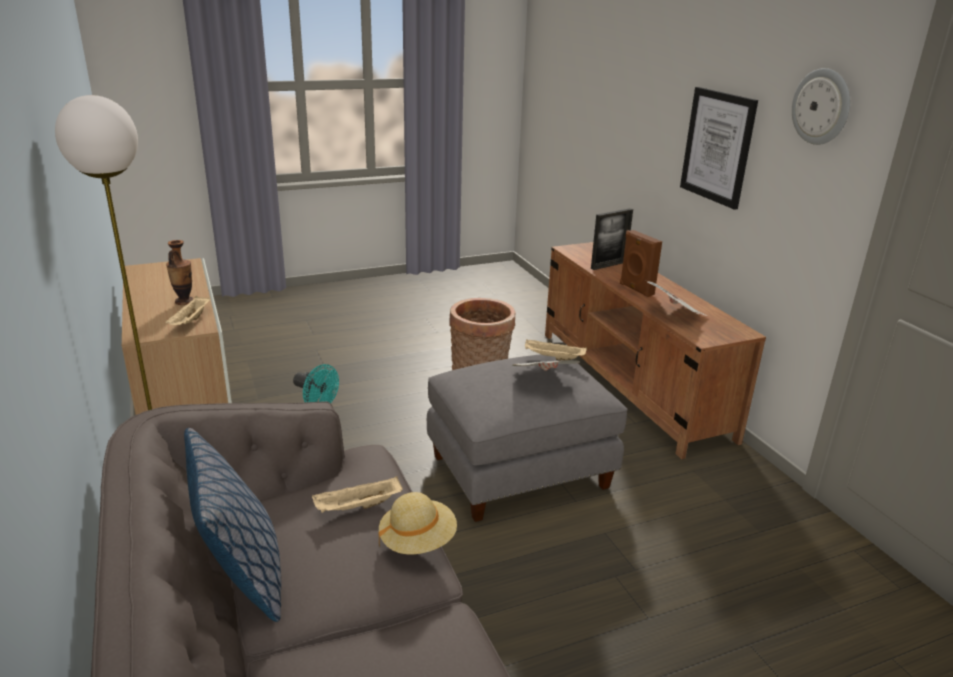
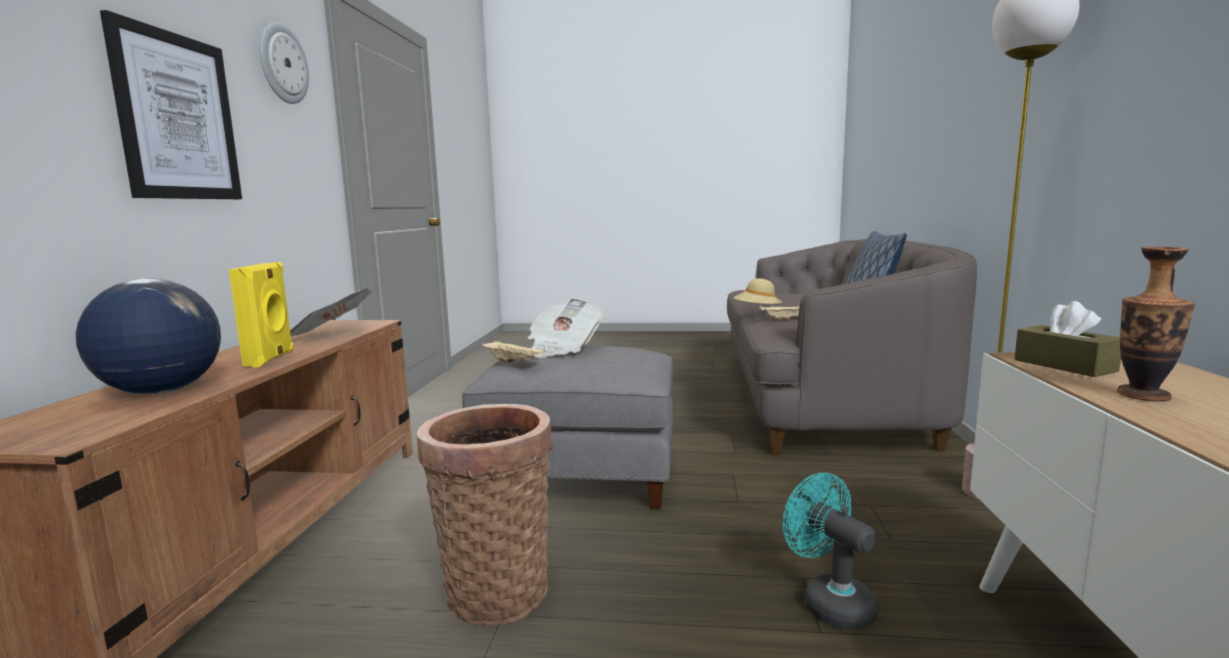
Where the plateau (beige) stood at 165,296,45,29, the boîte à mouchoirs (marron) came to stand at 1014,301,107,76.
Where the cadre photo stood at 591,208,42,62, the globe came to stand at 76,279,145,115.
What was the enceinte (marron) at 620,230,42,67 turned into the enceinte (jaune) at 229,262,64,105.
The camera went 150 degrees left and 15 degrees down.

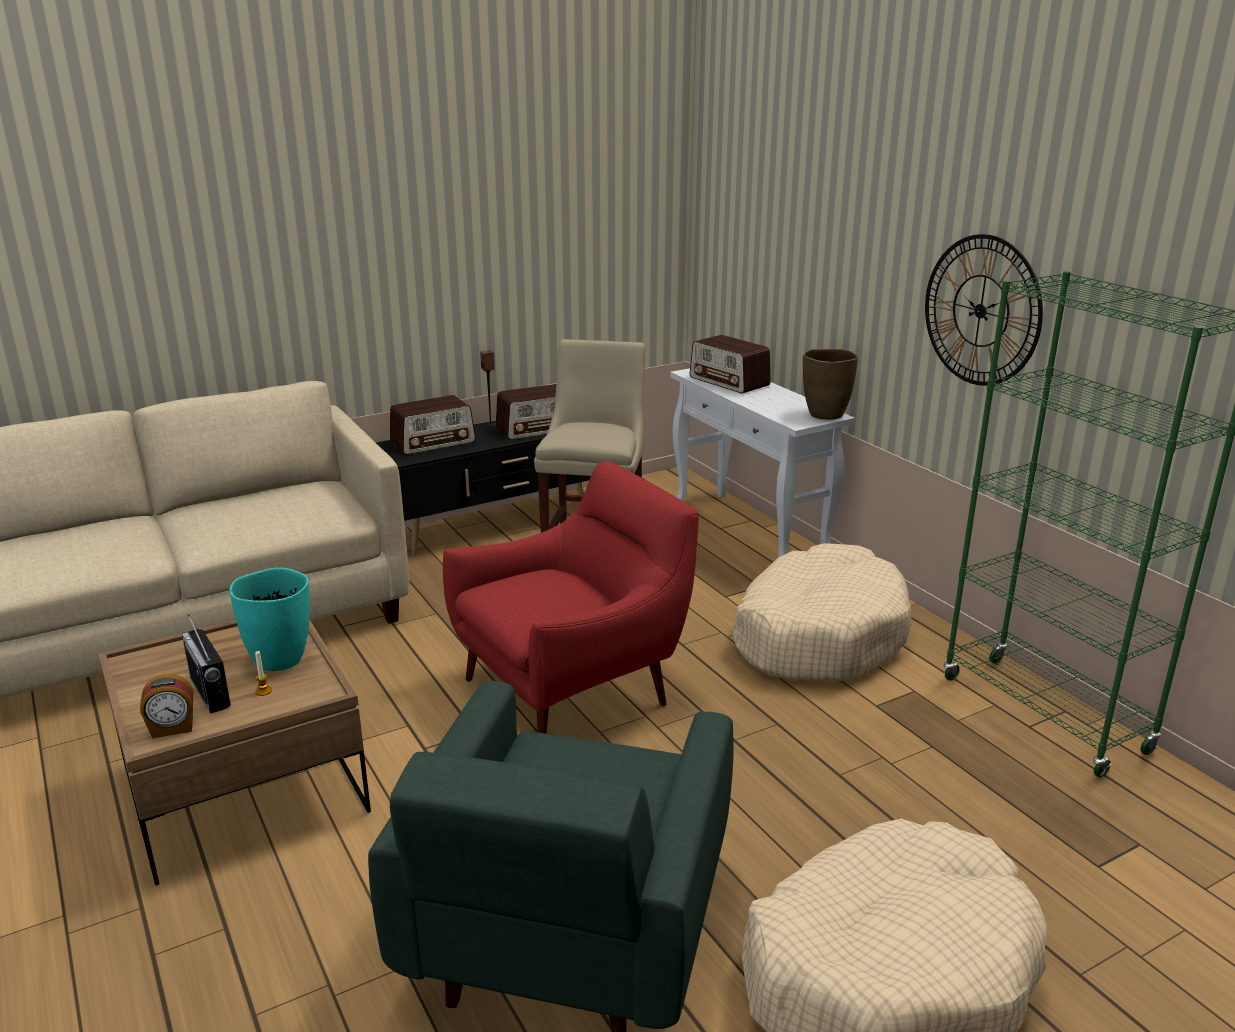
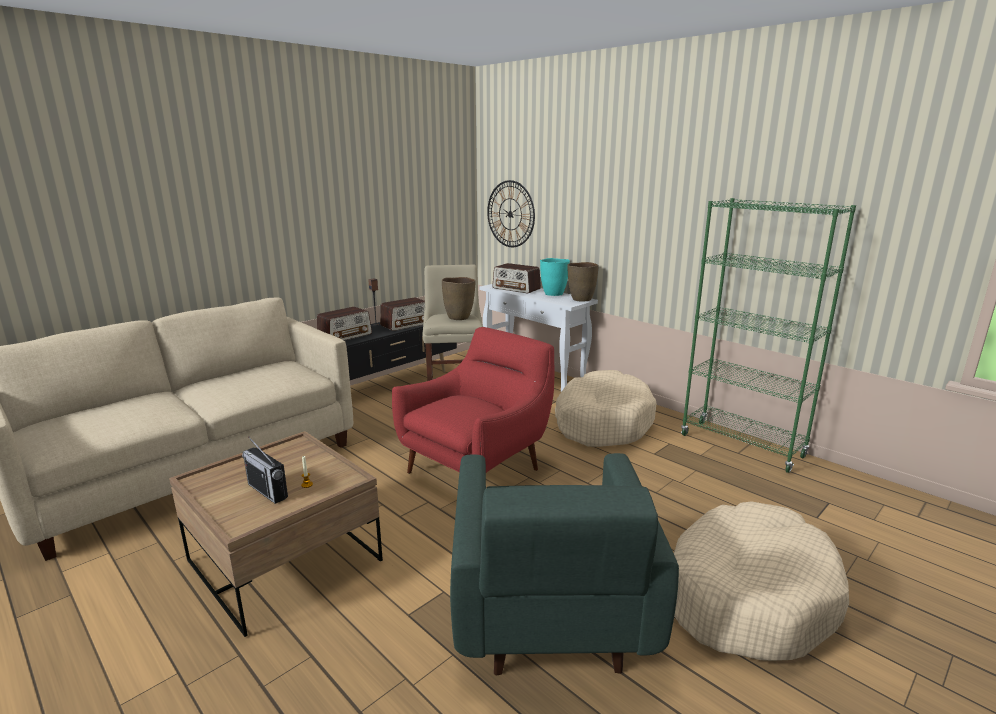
The second view lost the réveil at 140,674,53,64.
The vase (turquoise) ended up elsewhere, having gone from 229,568,81,103 to 540,258,30,38.
The horloge murale ended up elsewhere, having gone from 925,234,118,152 to 487,180,48,67.
The second view gained the vase (marron) at 442,277,34,43.
The camera went 15 degrees left and 5 degrees down.

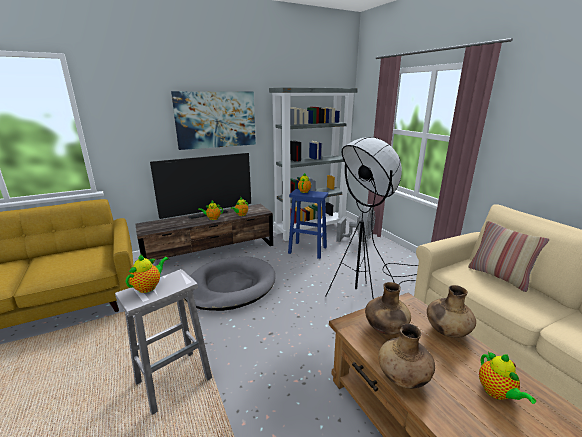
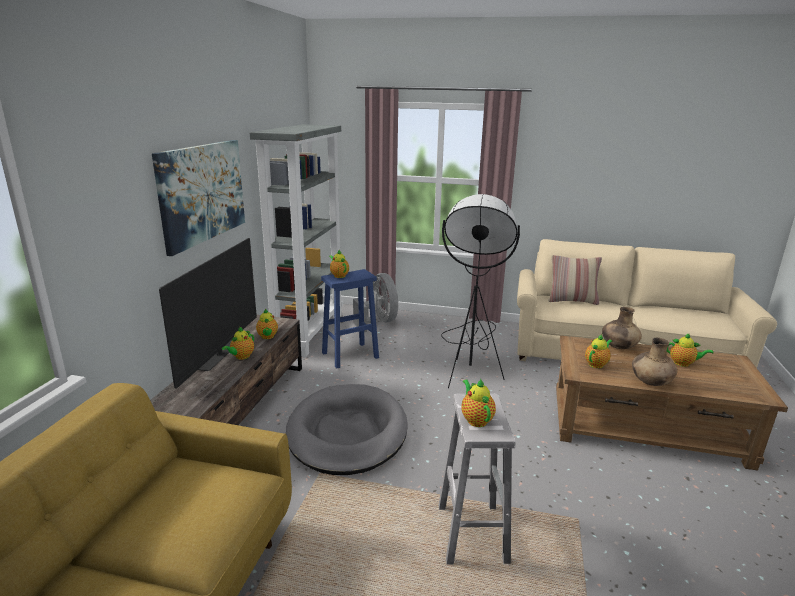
Where the vase (marron) stood at 365,282,46,53, the théière came to stand at 585,334,27,34.
The camera went 50 degrees left and 0 degrees up.

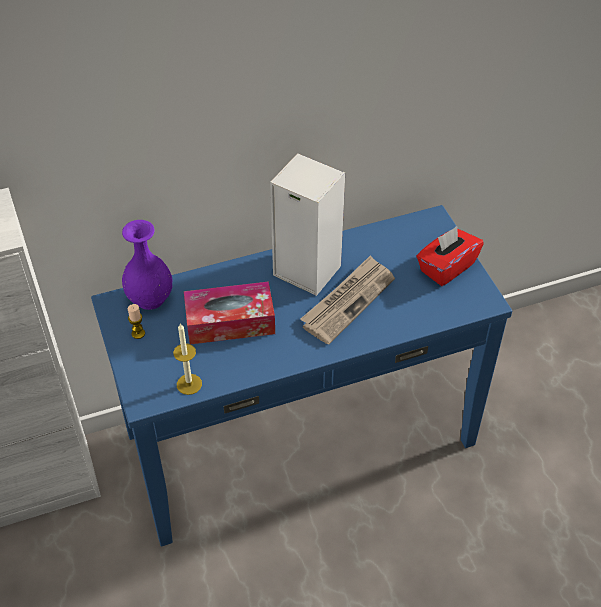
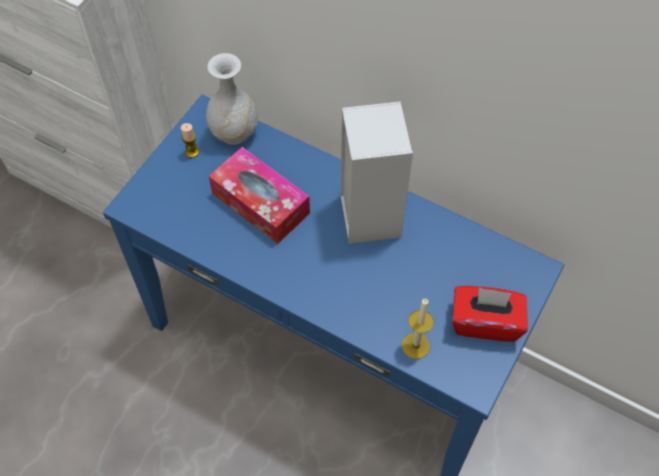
What was the vase (violet) at 122,220,51,90 turned into the vase (blanc) at 206,53,52,92.
The bougie ended up elsewhere, having gone from 173,323,29,72 to 402,298,32,61.
The second view lost the journal at 300,255,95,89.
The camera went 50 degrees right and 10 degrees up.

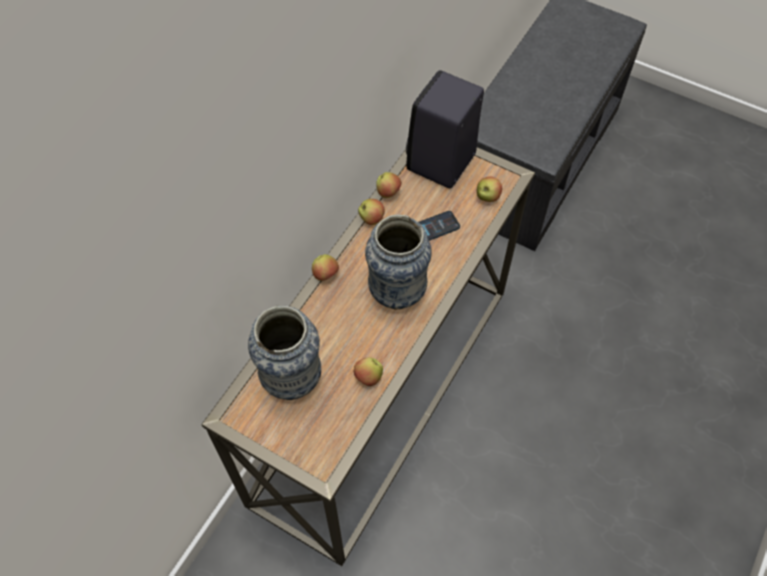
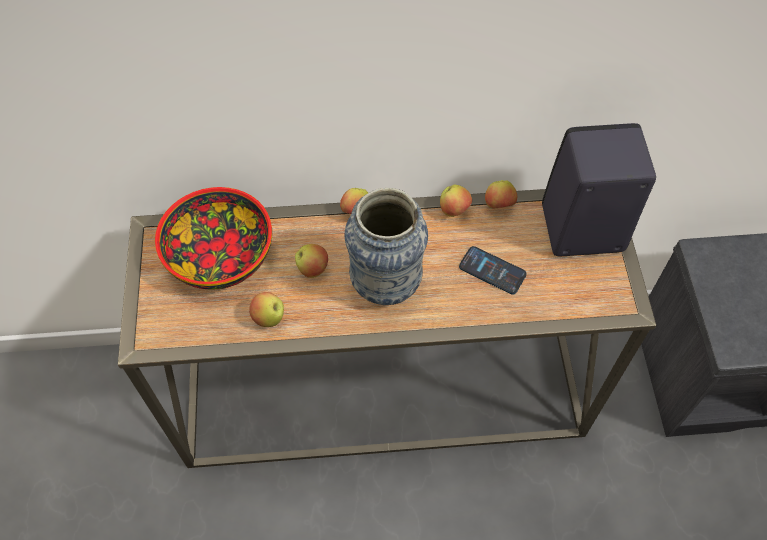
Where the vase stood at 248,306,73,94, the bol came to stand at 155,187,117,103.
The pomme ended up elsewhere, having gone from 477,176,25,26 to 295,244,33,34.
The camera went 55 degrees right and 0 degrees up.

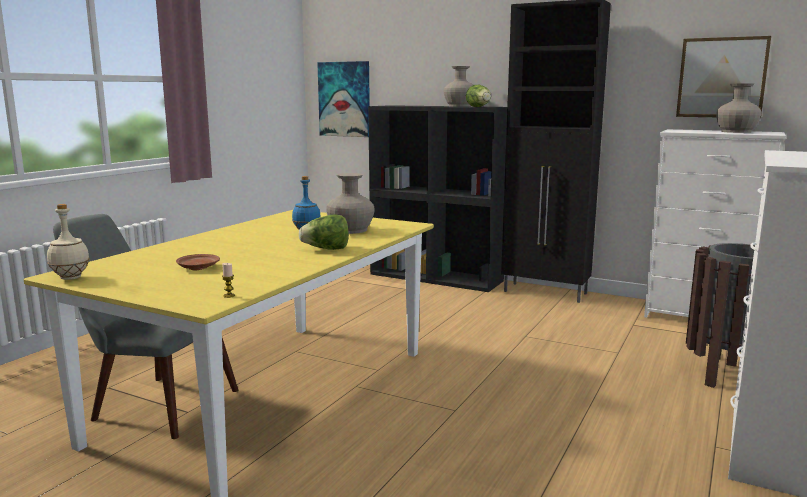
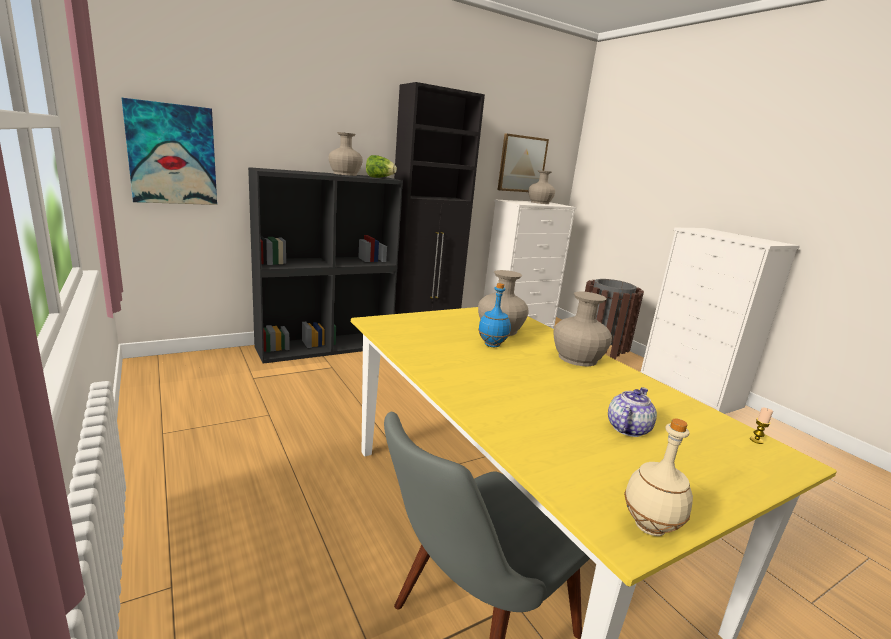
Where the assiette (marron) stood at 176,254,44,16, the théière came to stand at 608,387,49,50.
Where the laitue stood at 298,215,51,35, the vase (beige) came to stand at 554,292,58,74.
The camera went 60 degrees left and 5 degrees up.

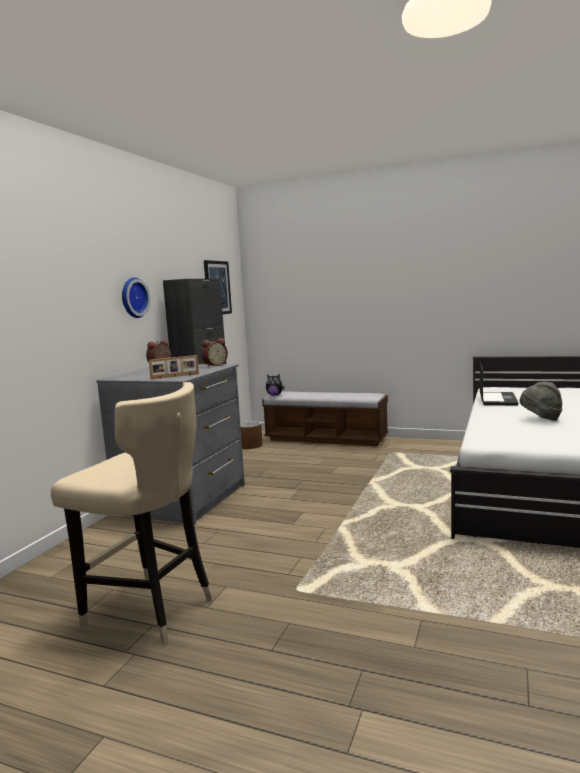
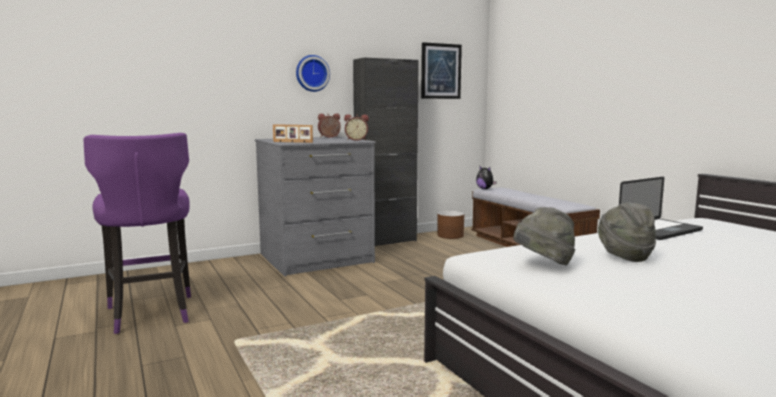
What was the tabouret (beige) at 51,382,162,263 turned into the tabouret (violet) at 83,133,108,201.
The second view gained the chapeau (gris) at 513,207,62,59.
The camera went 40 degrees right and 0 degrees up.

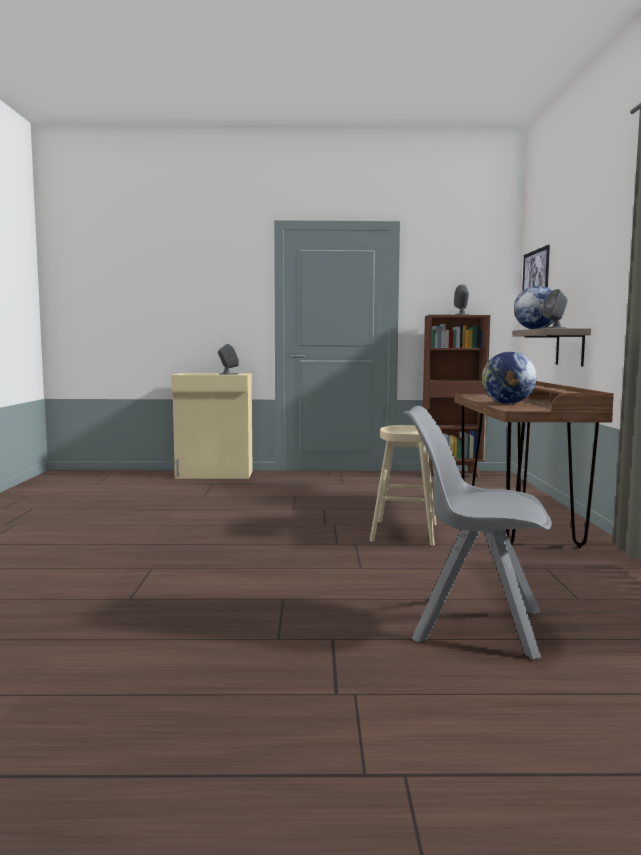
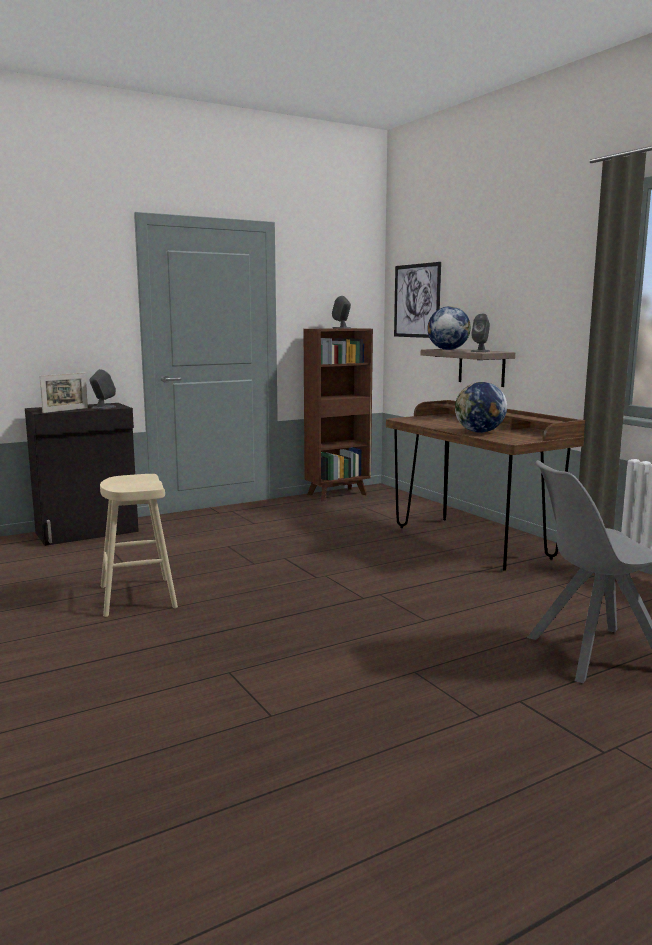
What was the meuble de rangement (beige) at 171,373,82,106 turned into the meuble de rangement (noir) at 25,403,114,143.
The tabouret (beige) ended up elsewhere, having gone from 370,425,67,121 to 100,474,78,143.
The second view gained the cadre photo at 39,373,49,40.
The camera went 30 degrees left and 5 degrees up.

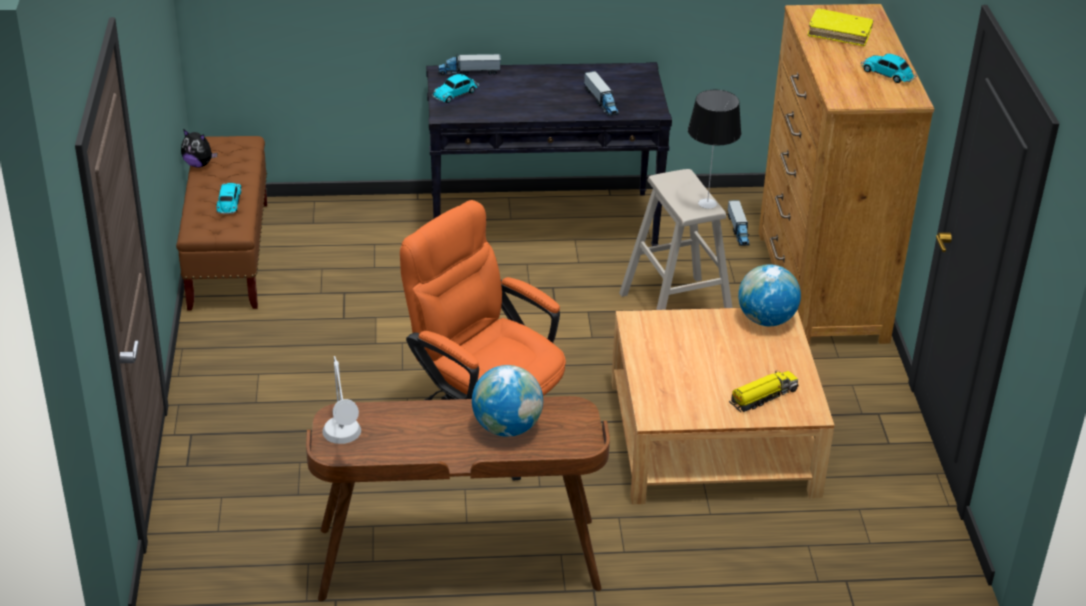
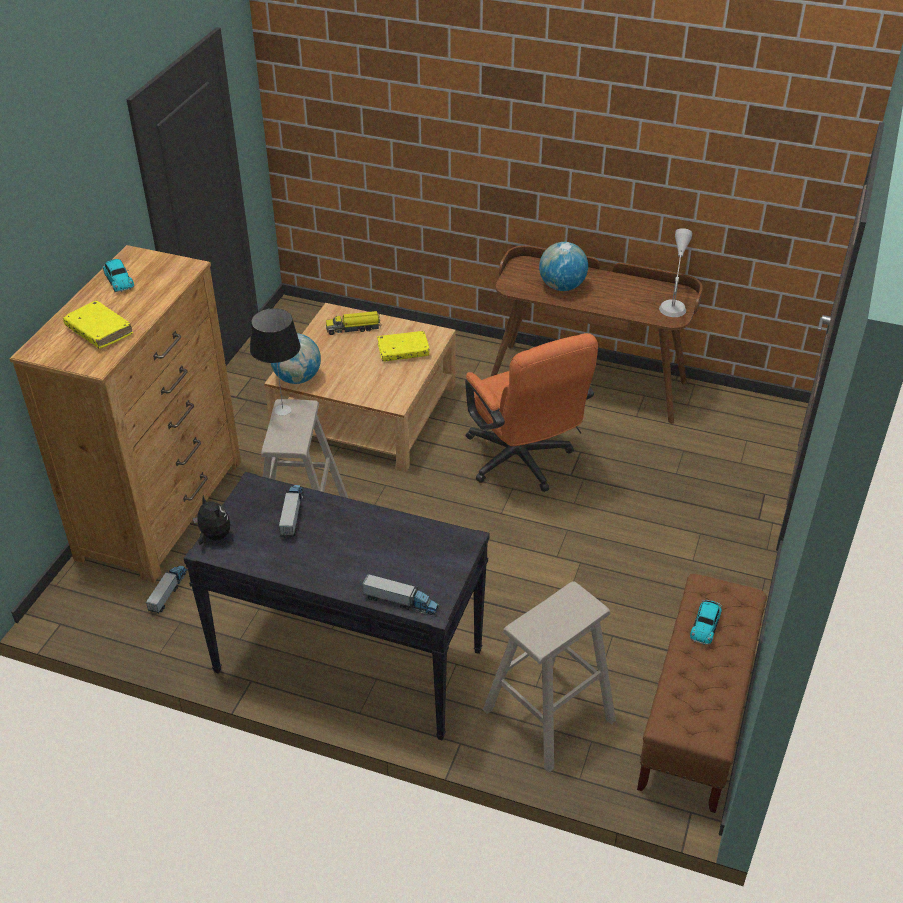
The peluche ended up elsewhere, having gone from 181,129,36,39 to 193,496,38,49.
The second view lost the petite voiture at 432,74,47,29.
The second view gained the livre (jaune) at 377,331,53,30.
The second view gained the tabouret (beige) at 483,581,133,191.
The camera went 155 degrees left and 5 degrees up.

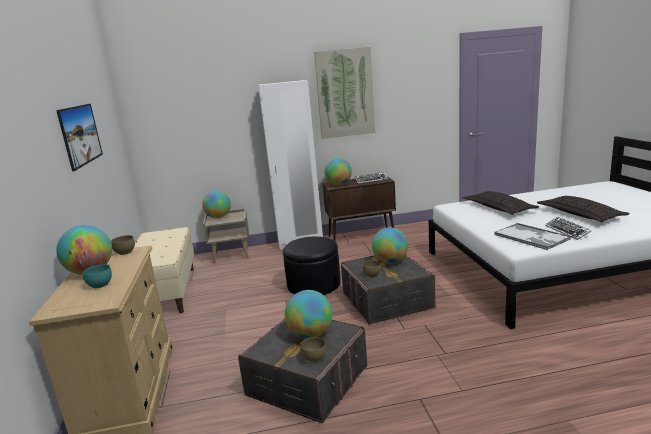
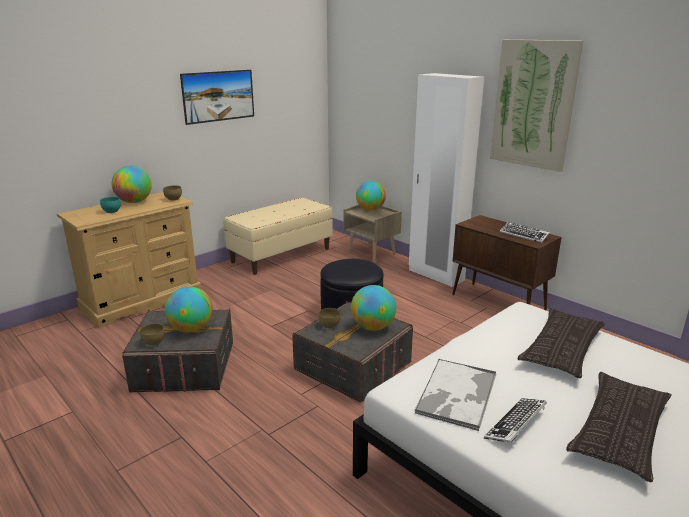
The second view lost the globe at 324,158,28,27.
The camera went 55 degrees right and 5 degrees up.

